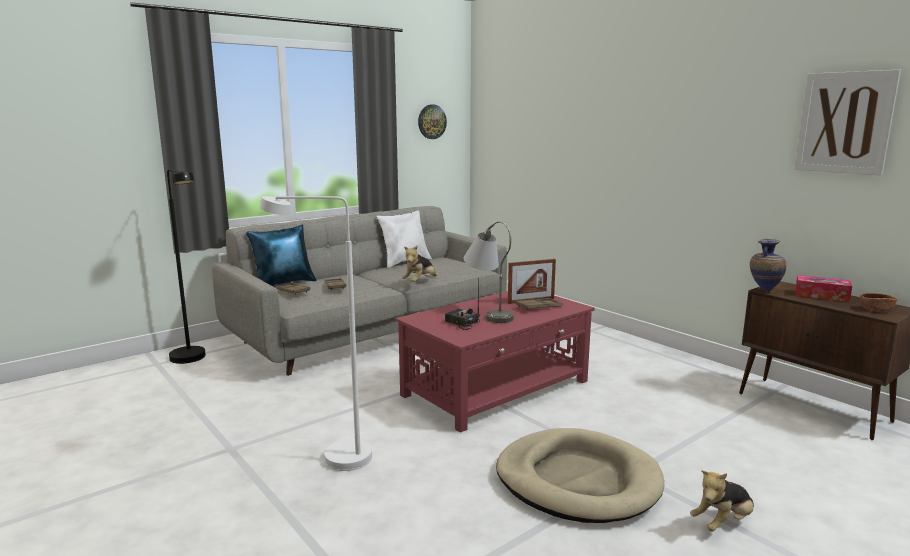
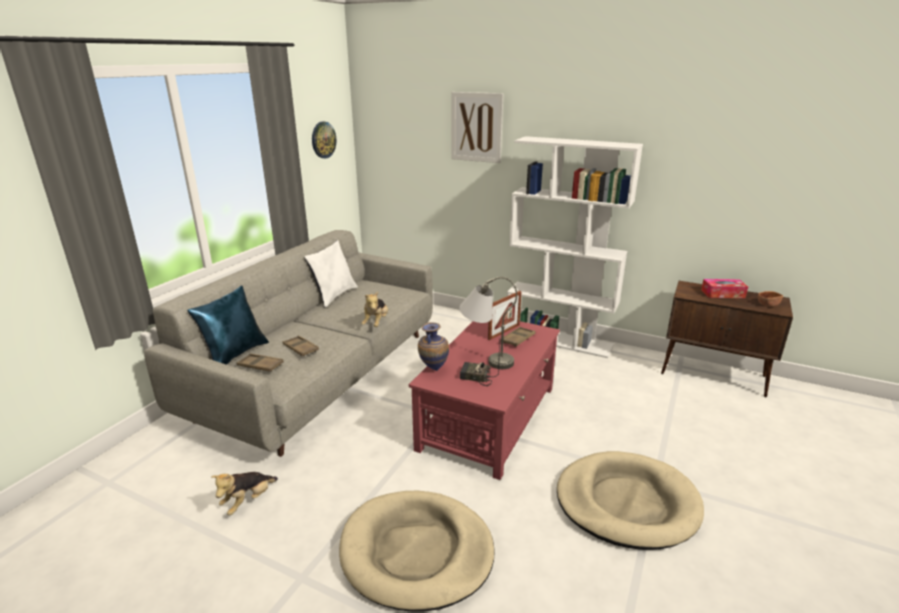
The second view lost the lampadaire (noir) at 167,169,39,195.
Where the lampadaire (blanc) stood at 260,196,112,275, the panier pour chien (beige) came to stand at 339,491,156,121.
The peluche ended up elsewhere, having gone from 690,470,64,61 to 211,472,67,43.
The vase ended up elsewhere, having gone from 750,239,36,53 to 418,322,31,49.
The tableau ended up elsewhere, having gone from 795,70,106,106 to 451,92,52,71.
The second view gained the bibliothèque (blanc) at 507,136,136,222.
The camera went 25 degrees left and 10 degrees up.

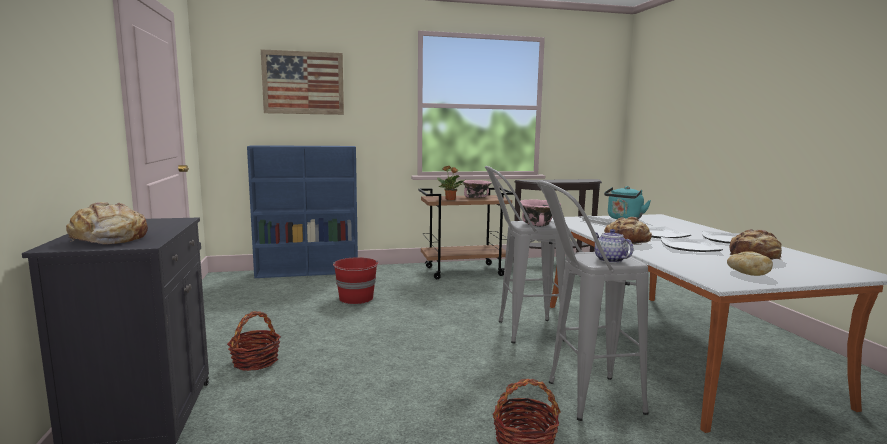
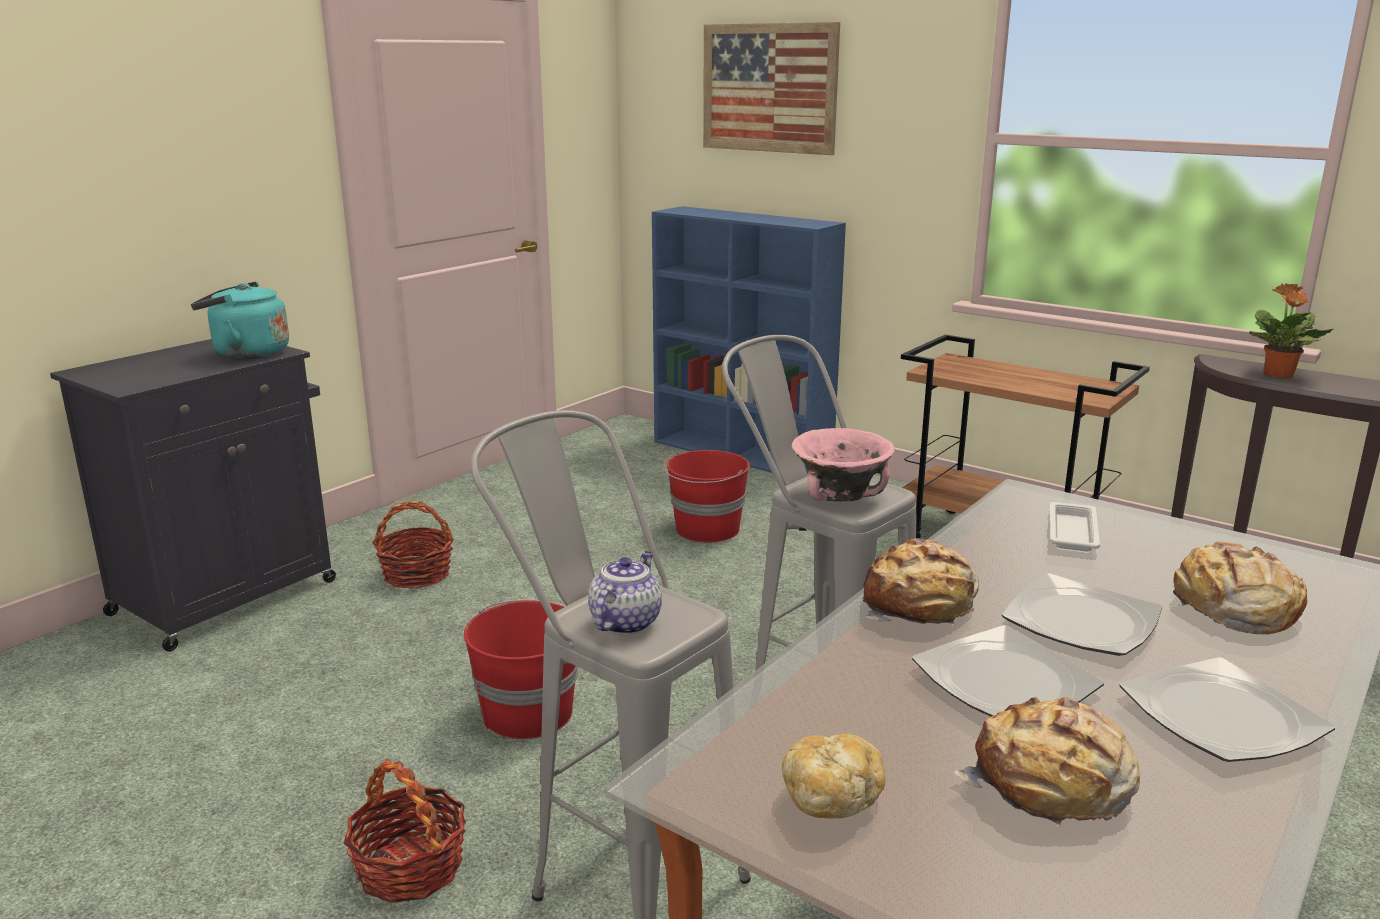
The pain ended up elsewhere, having gone from 66,202,82,42 to 1173,541,134,93.
The plante en pot ended up elsewhere, having gone from 437,166,27,34 to 1249,283,85,95.
The second view lost the bol (rose) at 462,180,29,18.
The bouilloire (turquoise) ended up elsewhere, having gone from 604,186,47,33 to 191,282,98,77.
The second view gained the seau (rouge) at 464,599,114,140.
The camera went 50 degrees right and 10 degrees up.

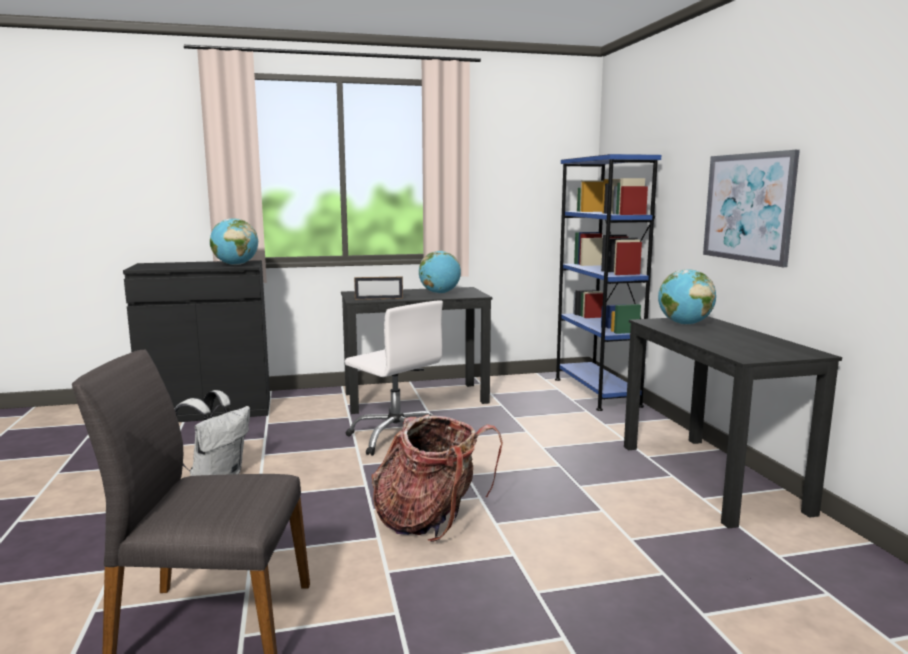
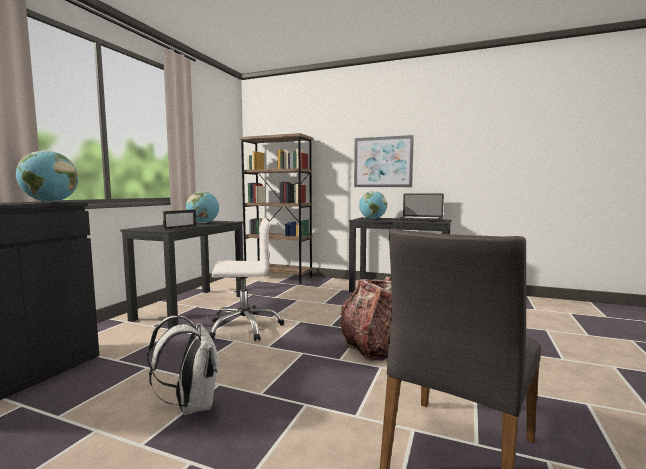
What was the bibliothèque (bleu) at 555,154,106,257 turned into the bibliothèque (marron) at 239,133,74,150.
The second view gained the ordinateur portable at 399,193,45,29.
The camera went 55 degrees left and 5 degrees down.

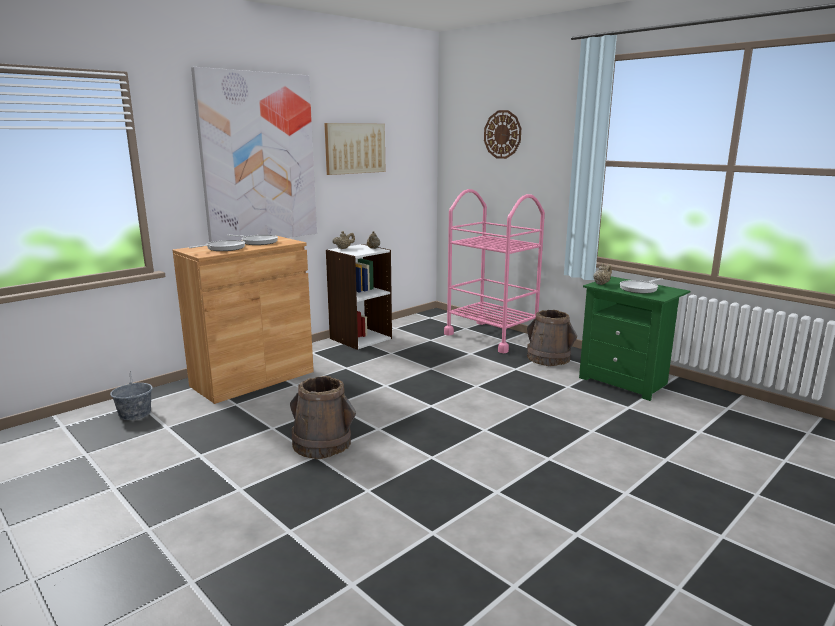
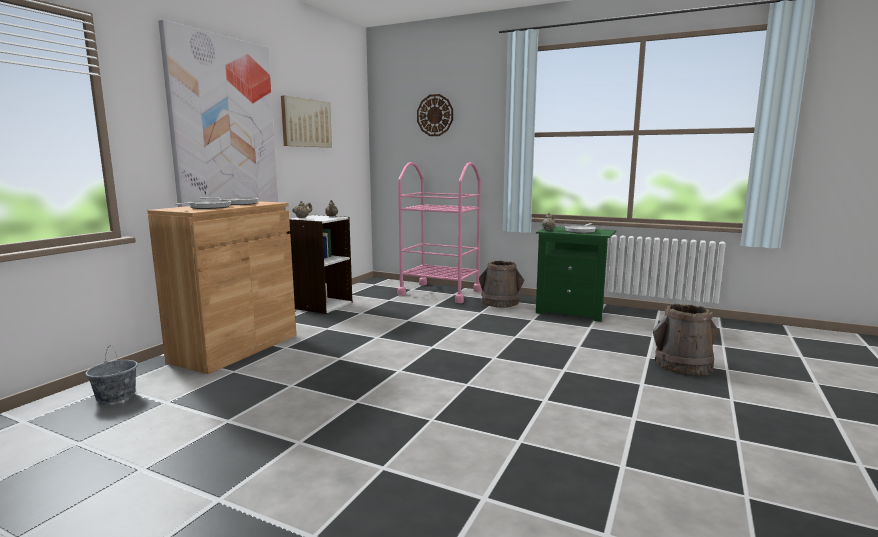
The seau (marron) ended up elsewhere, having gone from 290,376,66,83 to 653,304,66,71.
The camera went 20 degrees left and 5 degrees down.

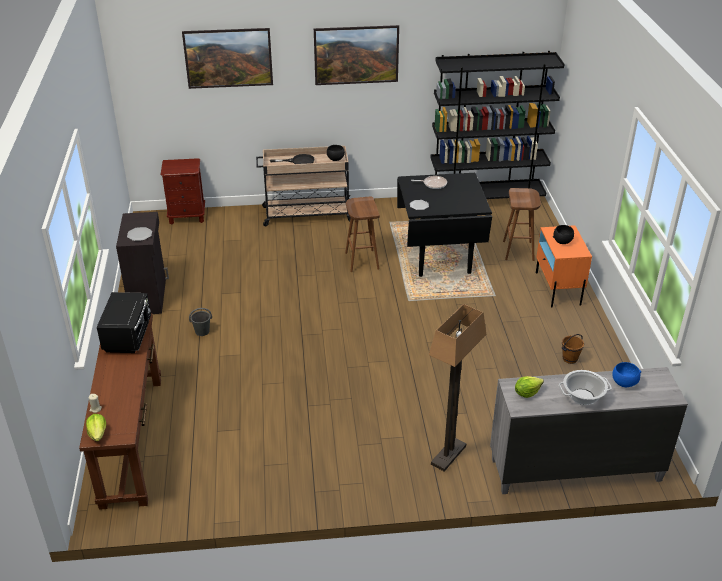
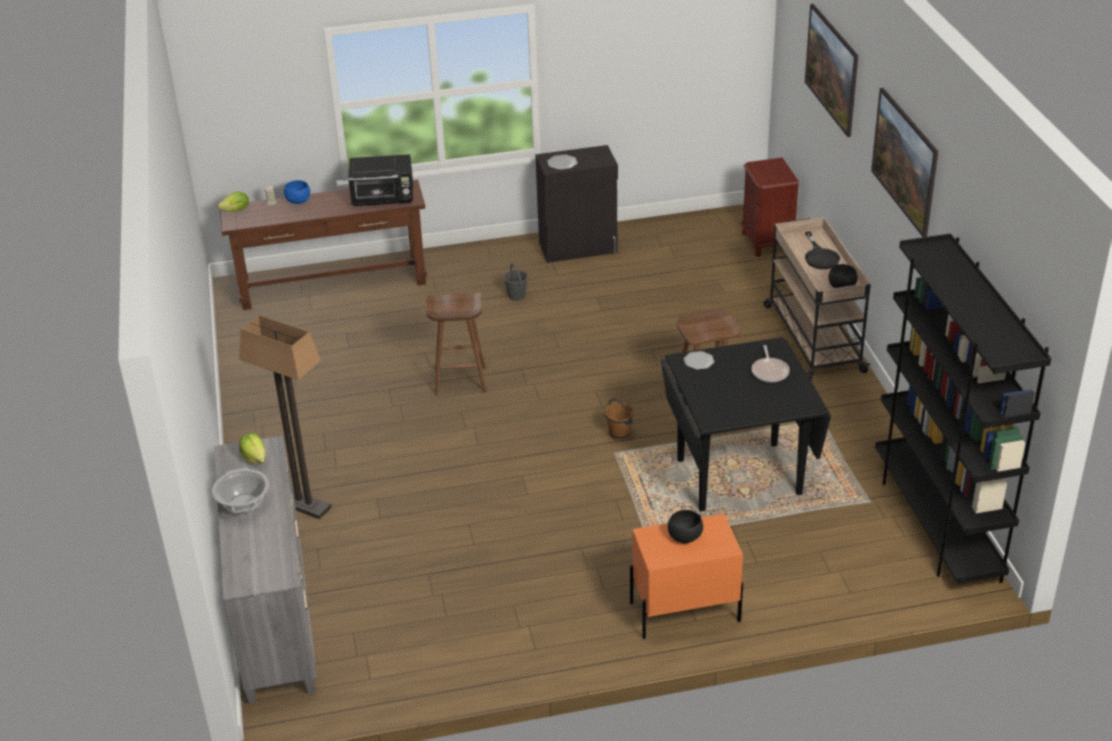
The tabouret (marron) ended up elsewhere, having gone from 503,188,38,73 to 426,292,61,103.
The seau (marron) ended up elsewhere, having gone from 562,334,22,30 to 605,399,29,41.
The bol (bleu) ended up elsewhere, having gone from 612,362,29,25 to 284,180,26,24.
The camera went 85 degrees right and 0 degrees up.

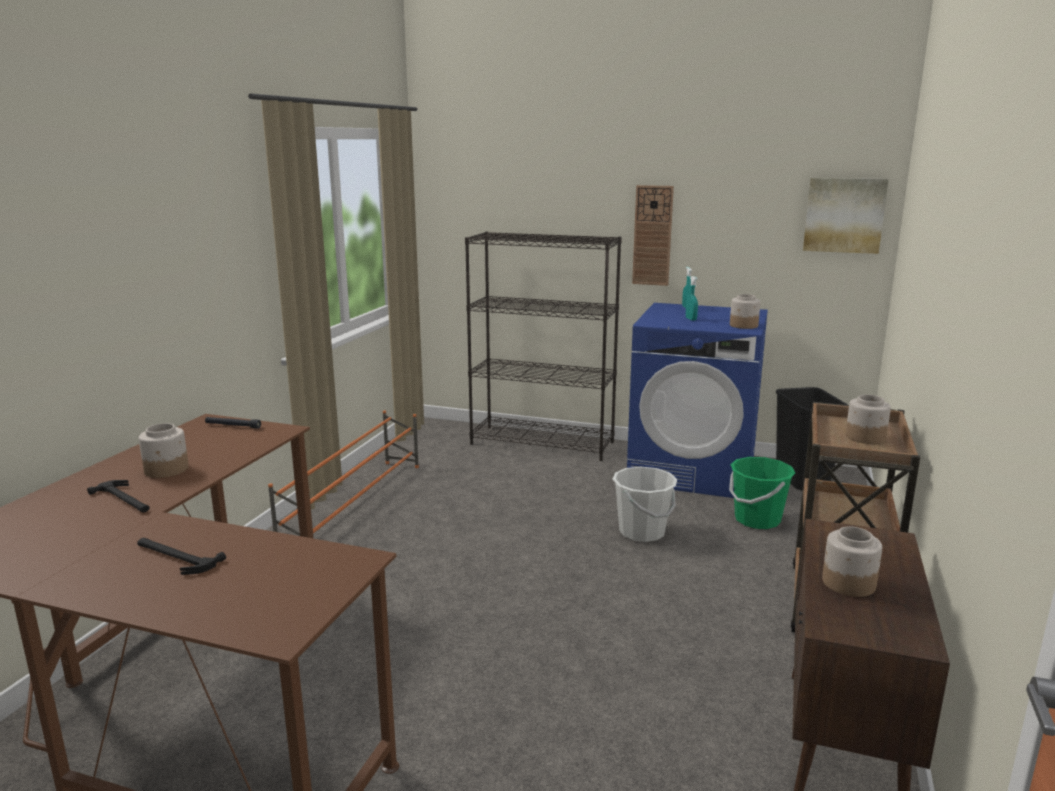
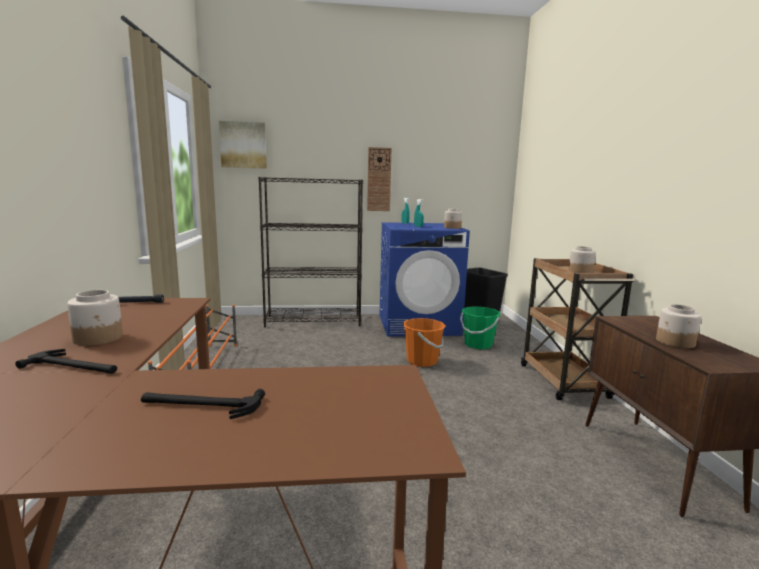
What was the seau (blanc) at 613,466,64,76 turned into the seau (orange) at 402,318,44,49.
The tableau ended up elsewhere, having gone from 803,178,86,76 to 219,121,48,48.
The camera went 25 degrees left and 5 degrees down.

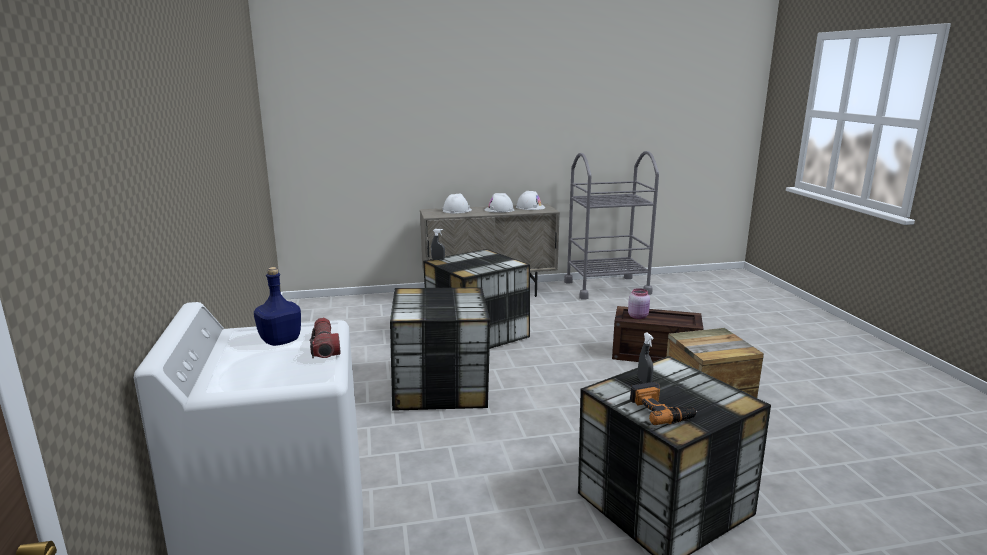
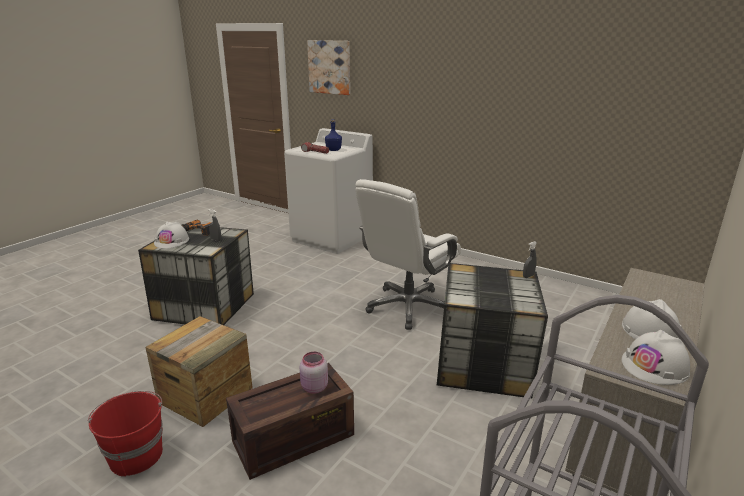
Where the boîte de rangement stood at 390,287,100,124, the chaise de bureau (blanc) came to stand at 355,179,106,151.
The casque de chantier (blanc) ended up elsewhere, having gone from 443,193,29,20 to 154,222,35,27.
The second view gained the seau (rouge) at 88,391,75,86.
The second view gained the tableau at 307,40,43,55.
The camera went 135 degrees right and 5 degrees up.

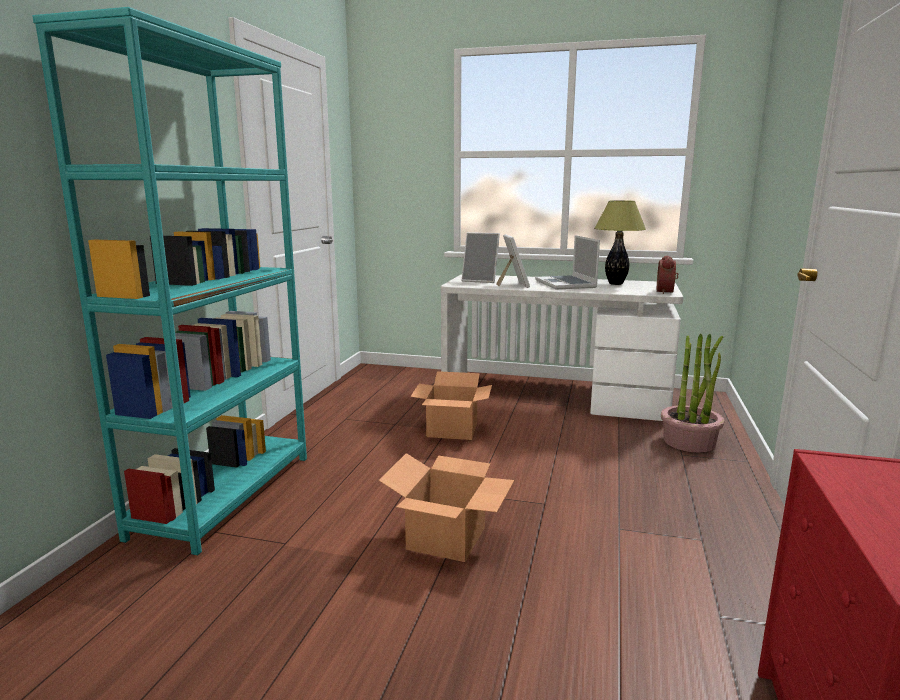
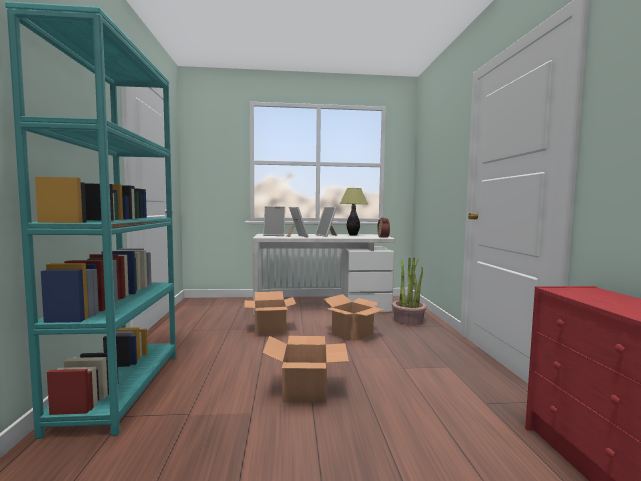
Where the ordinateur portable stood at 535,235,65,54, the cadre photo came to stand at 315,207,22,30.
The second view gained the carton at 324,294,62,47.
The camera went 20 degrees left and 10 degrees down.

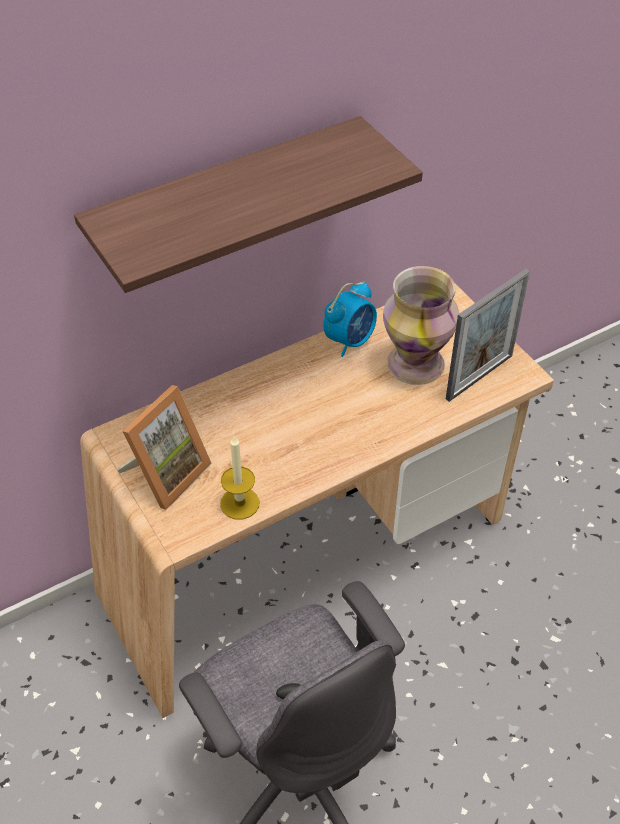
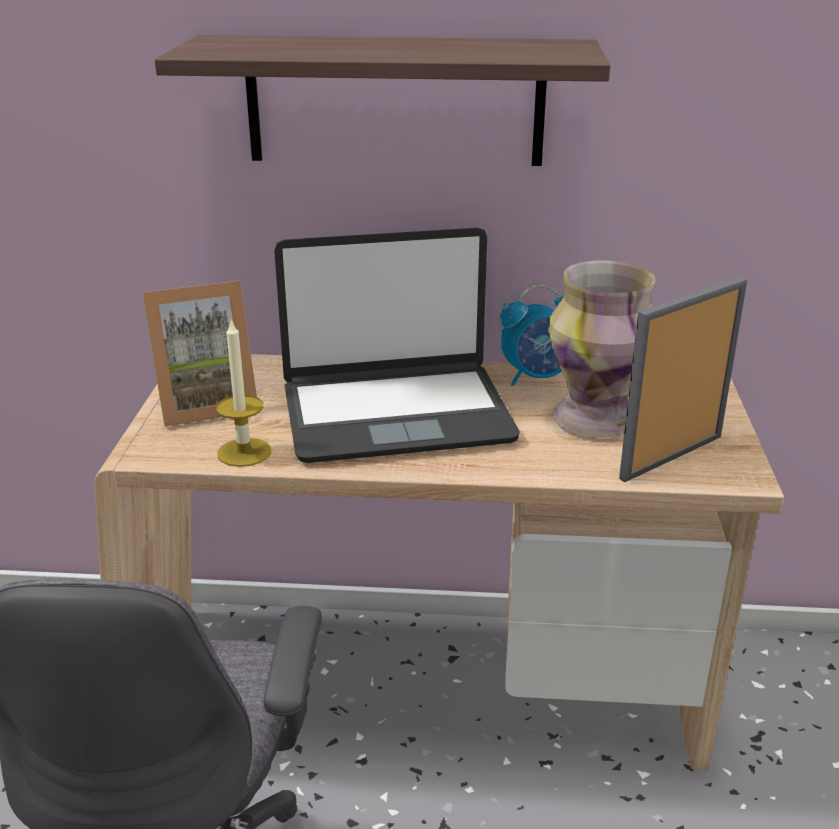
The cadre photo at 446,269,84,133 ended up facing another way, 150 degrees clockwise from before.
The second view gained the ordinateur portable at 274,228,246,235.
The camera went 35 degrees right and 20 degrees down.

